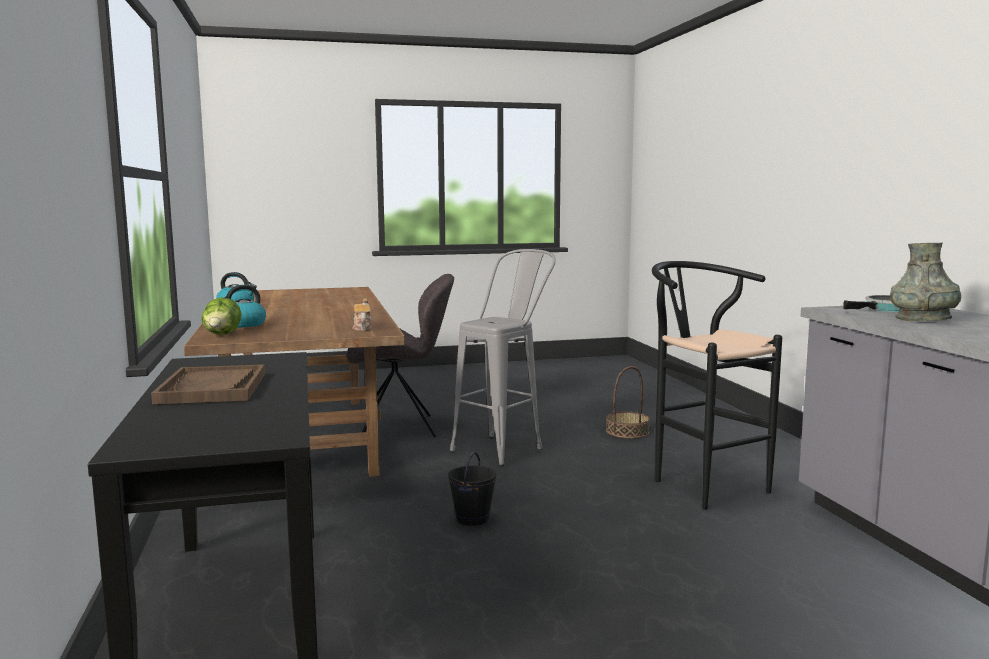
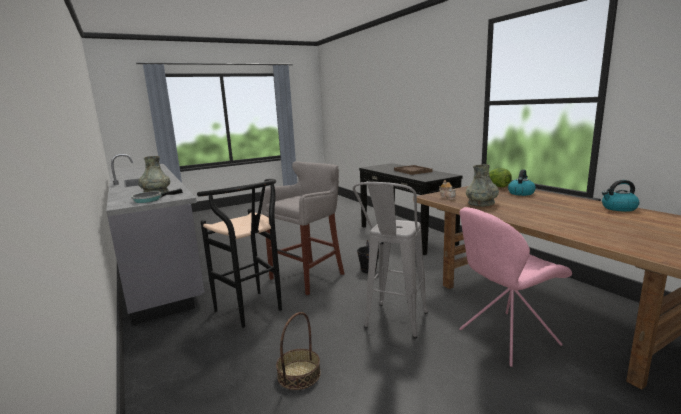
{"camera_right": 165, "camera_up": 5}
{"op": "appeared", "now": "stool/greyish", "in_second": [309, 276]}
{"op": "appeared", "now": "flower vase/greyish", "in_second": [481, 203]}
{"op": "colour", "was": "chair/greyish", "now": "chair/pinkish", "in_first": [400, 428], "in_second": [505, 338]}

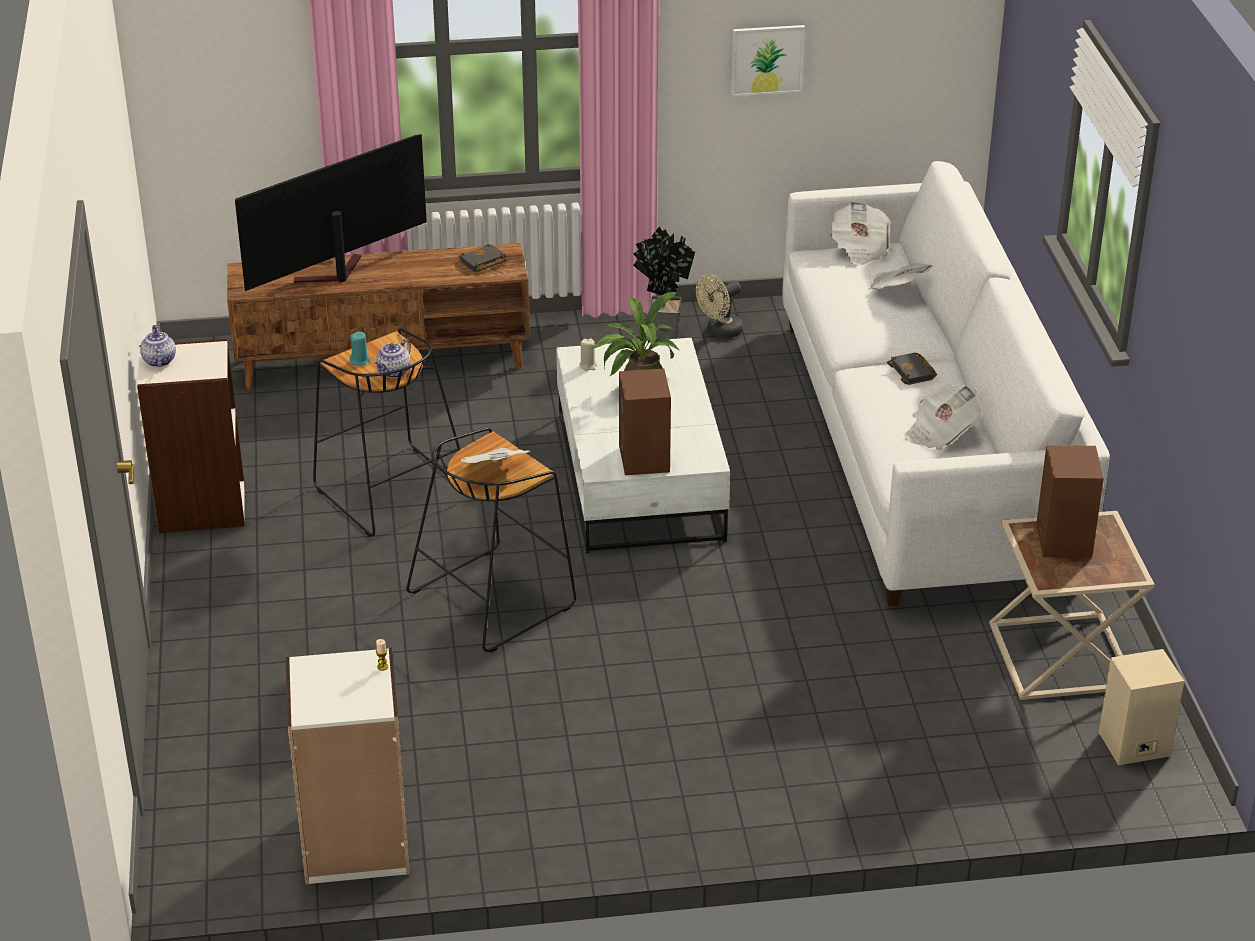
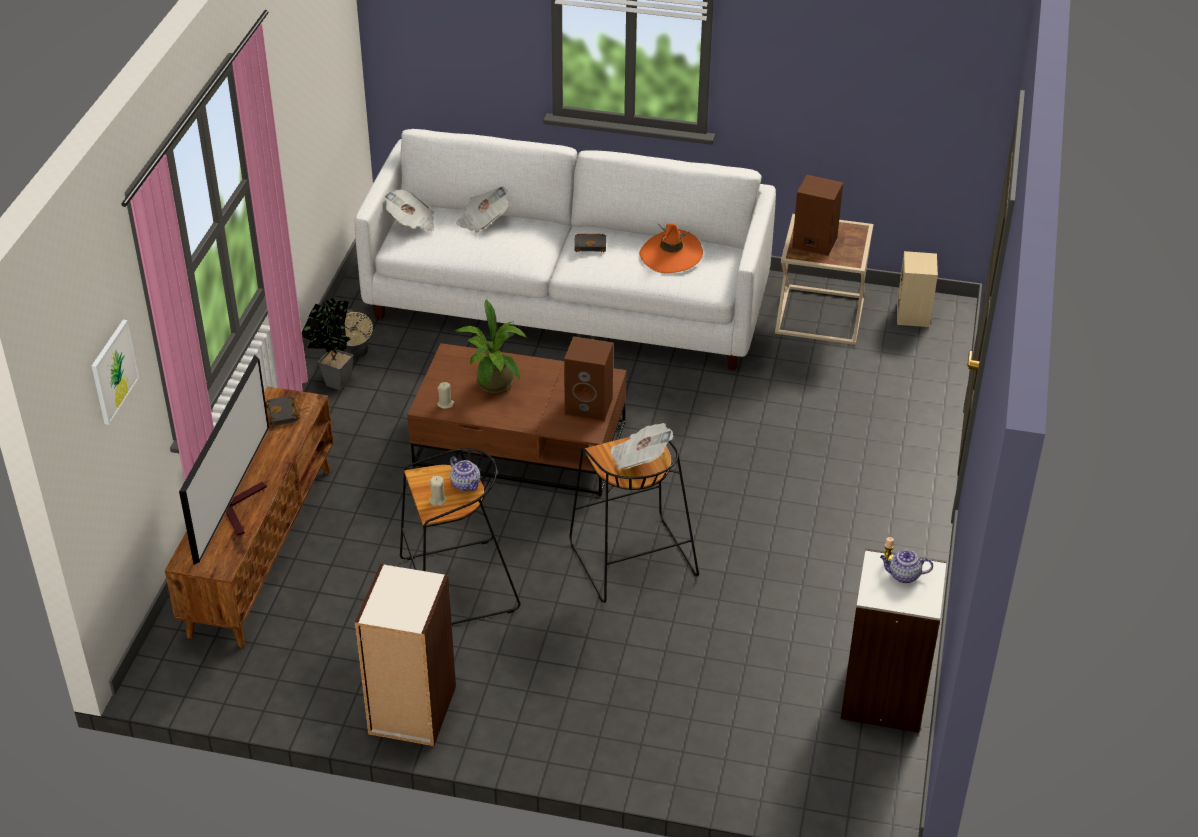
{"camera_right": -70, "camera_up": 5}
{"op": "relocated", "was": "pot for tea", "in_first": [159, 360], "in_second": [903, 575]}
{"op": "relocated", "was": "wall picture", "in_first": [767, 59], "in_second": [113, 371]}
{"op": "exchanged", "was": "printed paper", "now": "wearable hat/orange-coloured", "in_first": [940, 433], "in_second": [671, 255]}
{"op": "colour", "was": "wax candle/turquoise", "now": "wax candle/beige-coloured", "in_first": [360, 360], "in_second": [437, 500]}
{"op": "colour", "was": "low table/white", "now": "low table/brown-coloured", "in_first": [641, 477], "in_second": [521, 444]}
{"op": "spun", "was": "TV", "in_first": [333, 276], "in_second": [239, 506], "clockwise": -150}

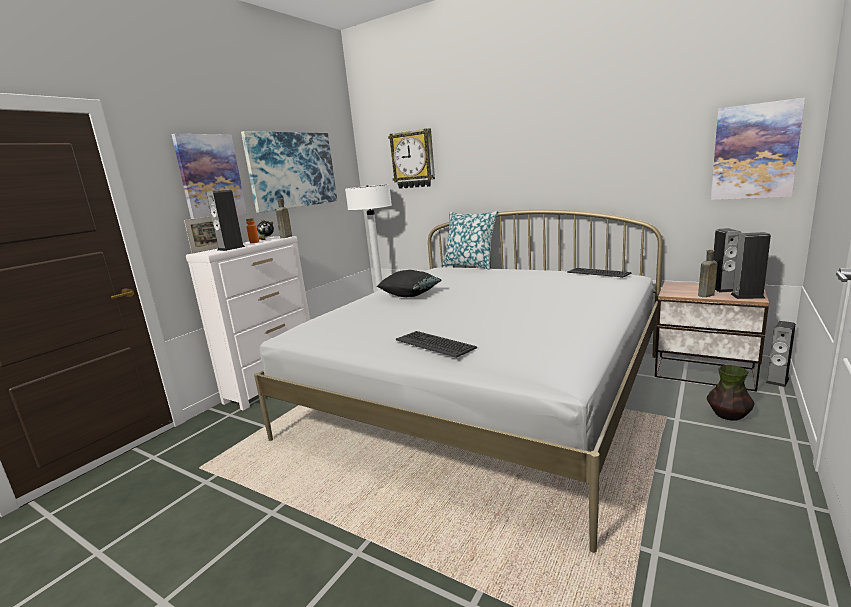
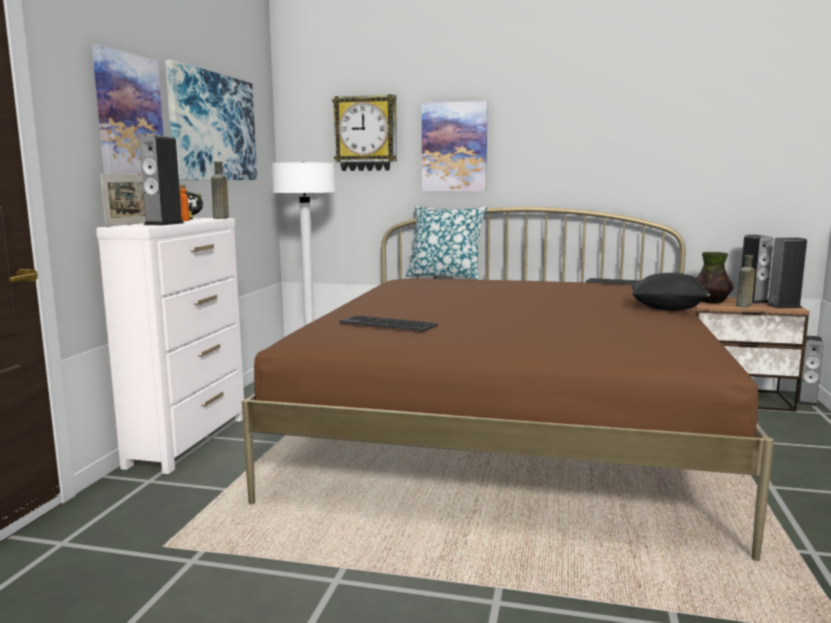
{"camera_right": -20, "camera_up": -5}
{"op": "relocated", "was": "pillow/blackish", "in_first": [410, 295], "in_second": [668, 309]}
{"op": "relocated", "was": "computer keyboard", "in_first": [435, 344], "in_second": [388, 324]}
{"op": "relocated", "was": "flower vase", "in_first": [728, 416], "in_second": [711, 302]}
{"op": "relocated", "was": "wall picture", "in_first": [754, 151], "in_second": [454, 147]}
{"op": "colour", "was": "bedroom bed/white", "now": "bedroom bed/brown-coloured", "in_first": [482, 394], "in_second": [508, 432]}

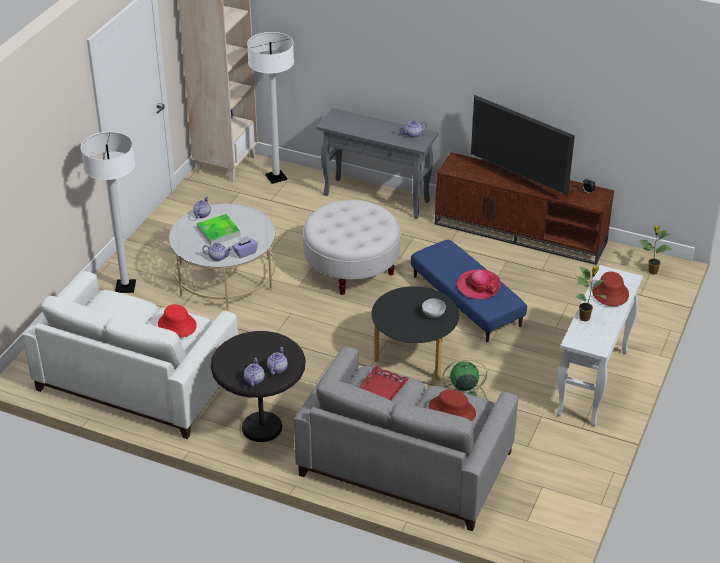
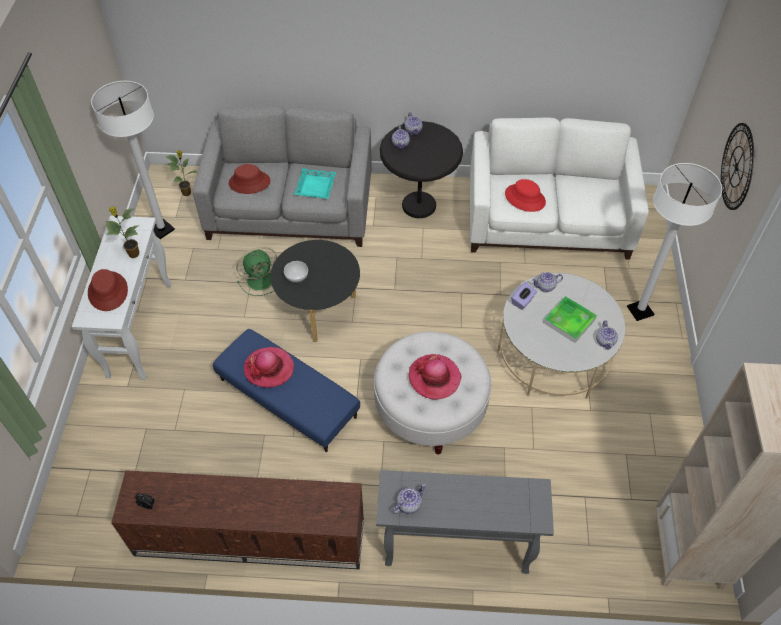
{"camera_right": 160, "camera_up": 15}
{"op": "missing", "was": "TV", "in_first": [518, 181]}
{"op": "appeared", "now": "wearable hat", "in_second": [434, 378]}
{"op": "appeared", "now": "hanging clock", "in_second": [737, 166]}
{"op": "relocated", "was": "floor lamp/white", "in_first": [276, 177], "in_second": [162, 230]}
{"op": "relocated", "was": "potted plant", "in_first": [652, 271], "in_second": [187, 192]}
{"op": "colour", "was": "carrying tray/red", "now": "carrying tray/turquoise", "in_first": [382, 388], "in_second": [315, 186]}

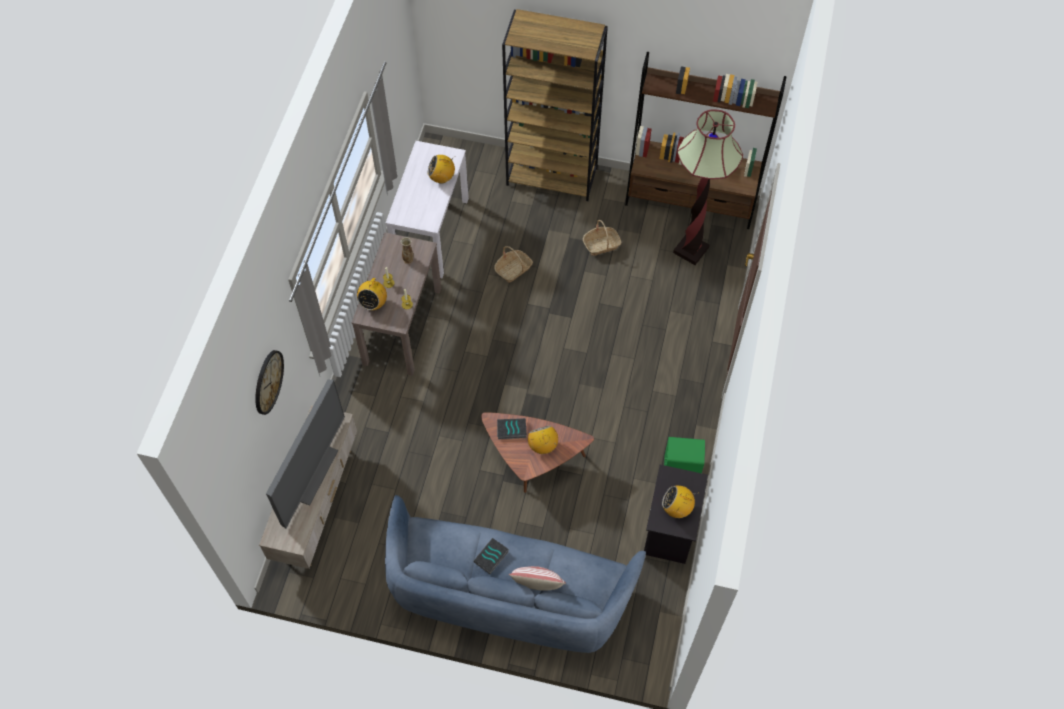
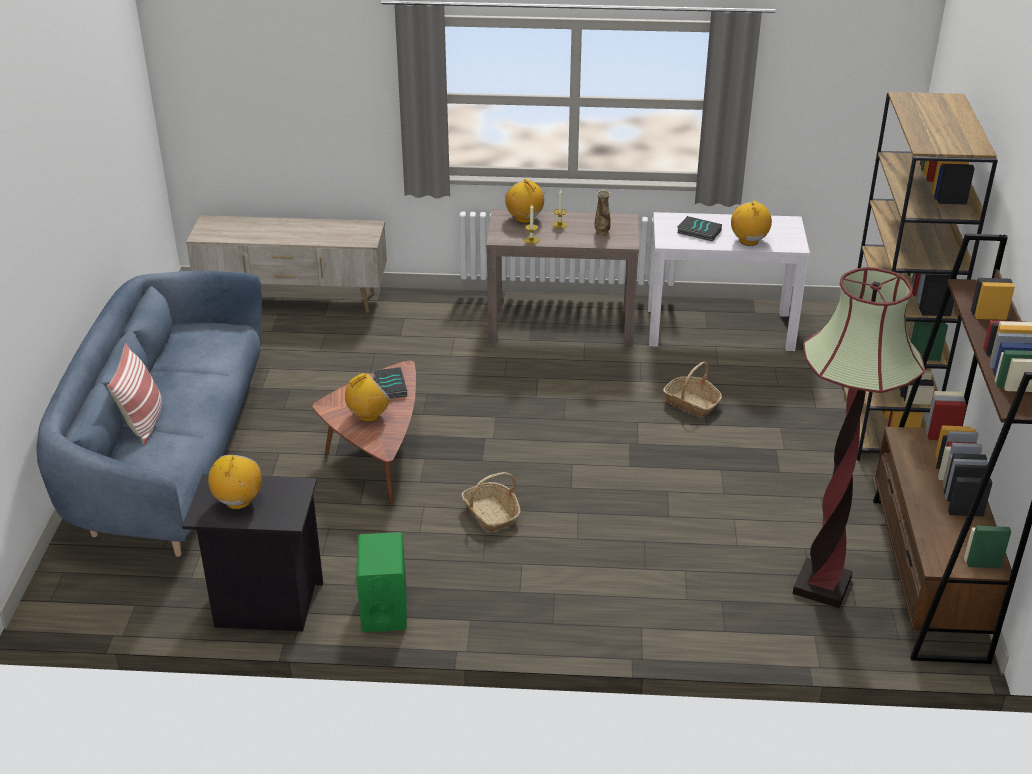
{"camera_right": 80, "camera_up": -25}
{"op": "missing", "was": "hanging clock", "in_first": [268, 382]}
{"op": "missing", "was": "TV", "in_first": [310, 471]}
{"op": "relocated", "was": "volume", "in_first": [491, 557], "in_second": [698, 232]}
{"op": "relocated", "was": "storage basket", "in_first": [601, 245], "in_second": [491, 514]}
{"op": "spun", "was": "radio receiver", "in_first": [373, 303], "in_second": [525, 219], "clockwise": 45}

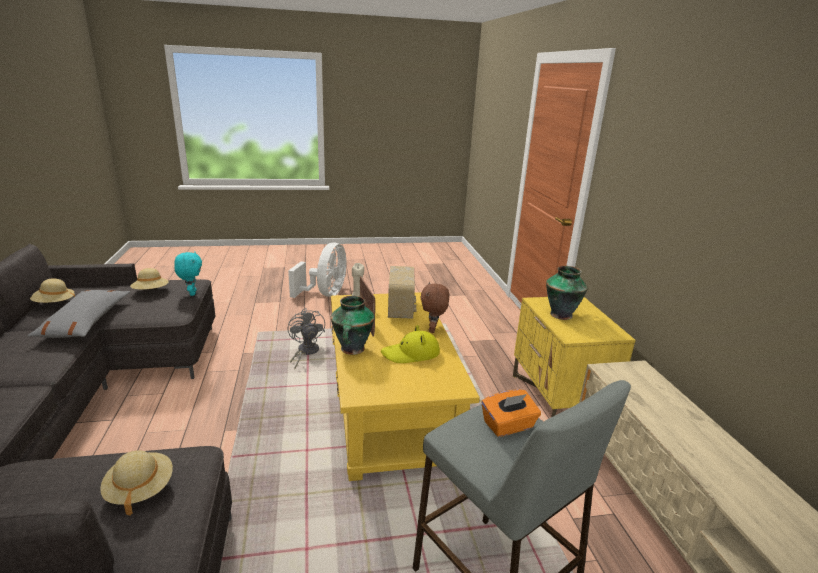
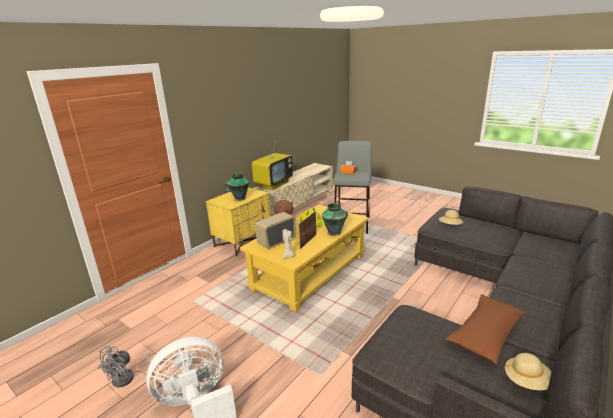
{"camera_right": -130, "camera_up": 0}
{"op": "missing", "was": "wearable hat/beige-coloured", "in_first": [151, 291]}
{"op": "missing", "was": "cuddly toy/turquoise", "in_first": [192, 293]}
{"op": "appeared", "now": "TV", "in_second": [273, 184]}
{"op": "relocated", "was": "fan/greyish", "in_first": [305, 352], "in_second": [129, 378]}
{"op": "colour", "was": "pillow/greyish", "now": "pillow/brown-coloured", "in_first": [85, 322], "in_second": [486, 333]}

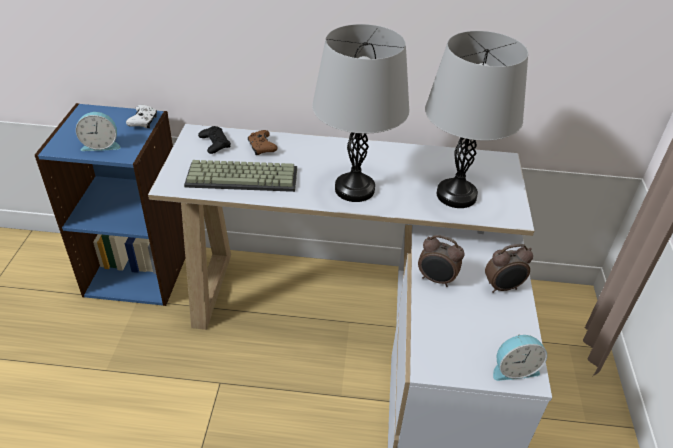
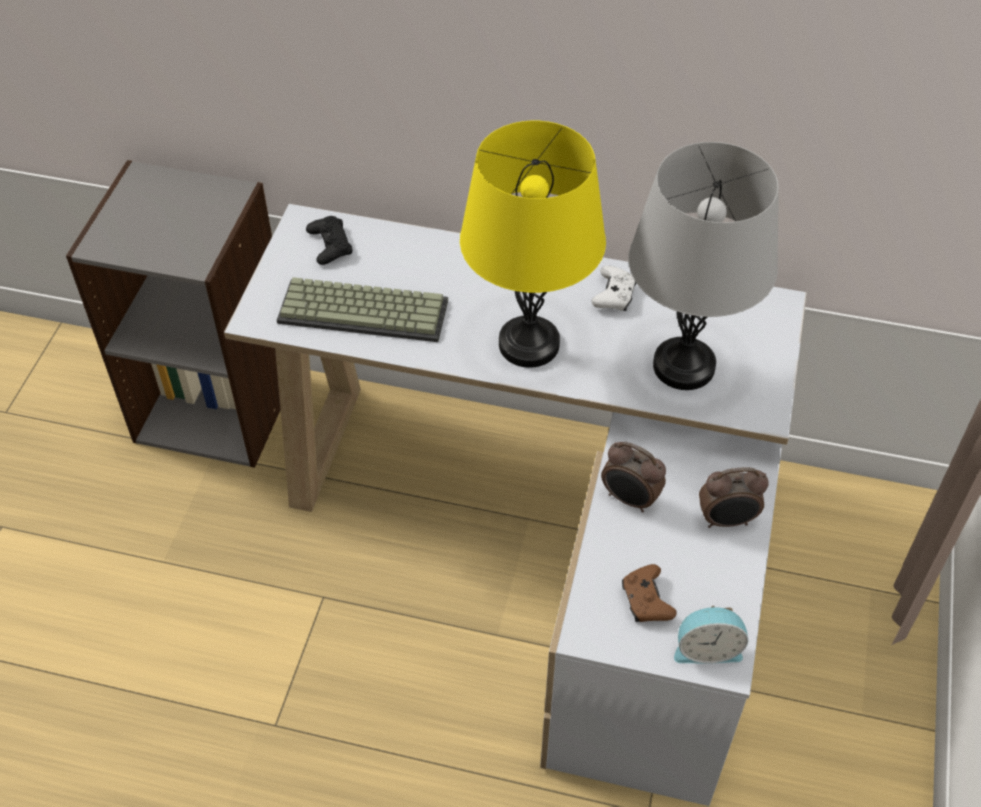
{"camera_right": 10, "camera_up": 10}
{"op": "missing", "was": "alarm clock", "in_first": [101, 145]}
{"op": "relocated", "was": "joypad/white", "in_first": [143, 122], "in_second": [614, 296]}
{"op": "relocated", "was": "joypad/brown-coloured", "in_first": [261, 148], "in_second": [646, 601]}
{"op": "colour", "was": "shelving unit/blue", "now": "shelving unit/greyish", "in_first": [138, 271], "in_second": [217, 405]}
{"op": "colour", "was": "lamp for a table/greyish", "now": "lamp for a table/yellowish", "in_first": [354, 189], "in_second": [529, 344]}

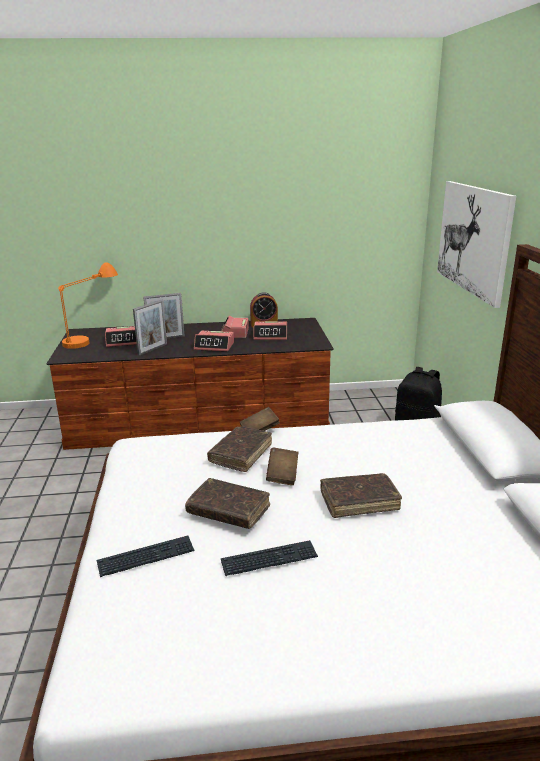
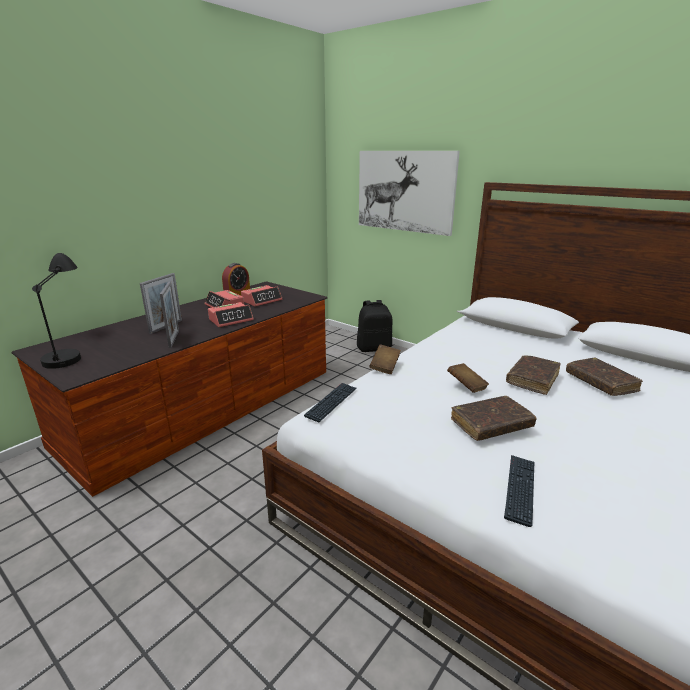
{"camera_right": -45, "camera_up": 0}
{"op": "missing", "was": "alarm clock", "in_first": [124, 341]}
{"op": "relocated", "was": "volume/brown-coloured", "in_first": [241, 454], "in_second": [600, 382]}
{"op": "relocated", "was": "computer keyboard", "in_first": [269, 559], "in_second": [331, 402]}
{"op": "colour", "was": "lamp for a table/orange-coloured", "now": "lamp for a table/blackish", "in_first": [92, 337], "in_second": [69, 349]}

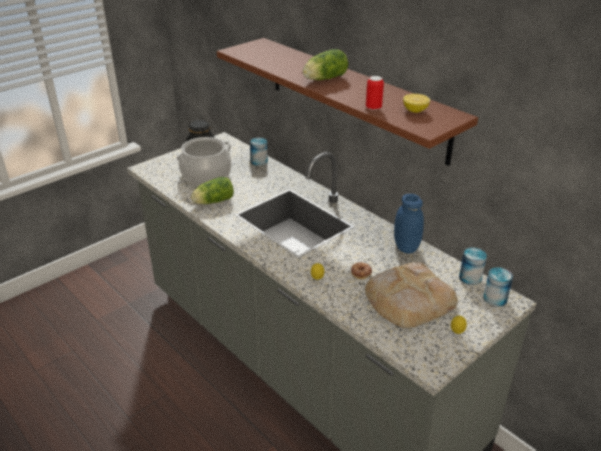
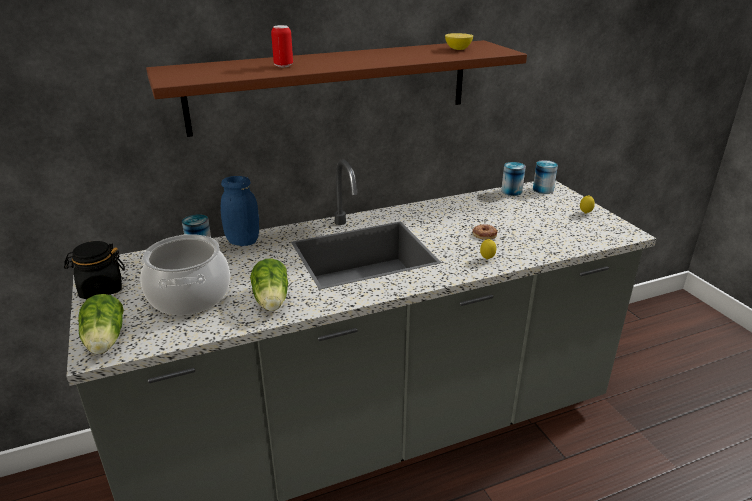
{"camera_right": -70, "camera_up": -5}
{"op": "missing", "was": "bakery bread", "in_first": [407, 299]}
{"op": "relocated", "was": "lettuce head", "in_first": [323, 79], "in_second": [104, 341]}
{"op": "relocated", "was": "sealed can", "in_first": [373, 108], "in_second": [283, 66]}
{"op": "relocated", "was": "jar/blue", "in_first": [406, 247], "in_second": [243, 241]}

